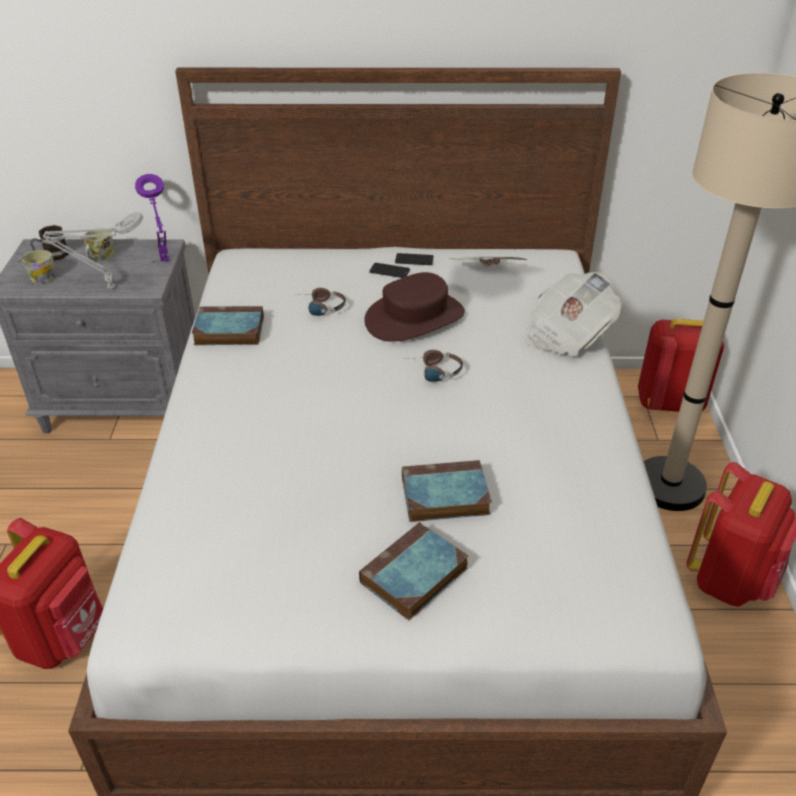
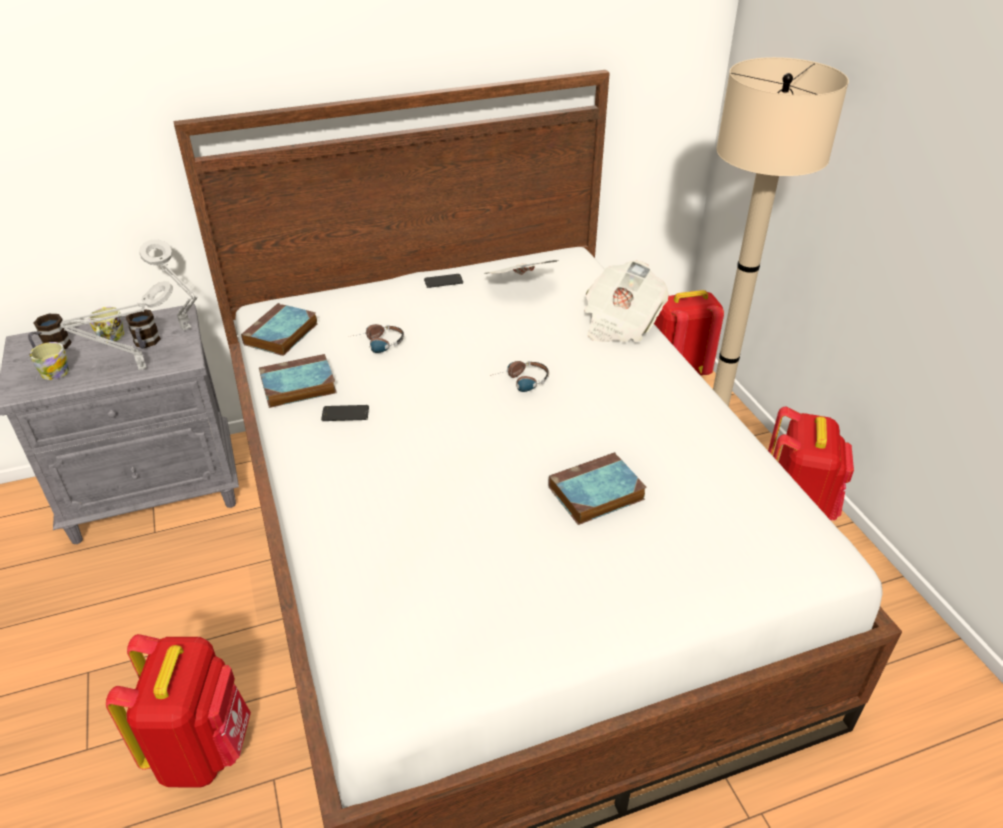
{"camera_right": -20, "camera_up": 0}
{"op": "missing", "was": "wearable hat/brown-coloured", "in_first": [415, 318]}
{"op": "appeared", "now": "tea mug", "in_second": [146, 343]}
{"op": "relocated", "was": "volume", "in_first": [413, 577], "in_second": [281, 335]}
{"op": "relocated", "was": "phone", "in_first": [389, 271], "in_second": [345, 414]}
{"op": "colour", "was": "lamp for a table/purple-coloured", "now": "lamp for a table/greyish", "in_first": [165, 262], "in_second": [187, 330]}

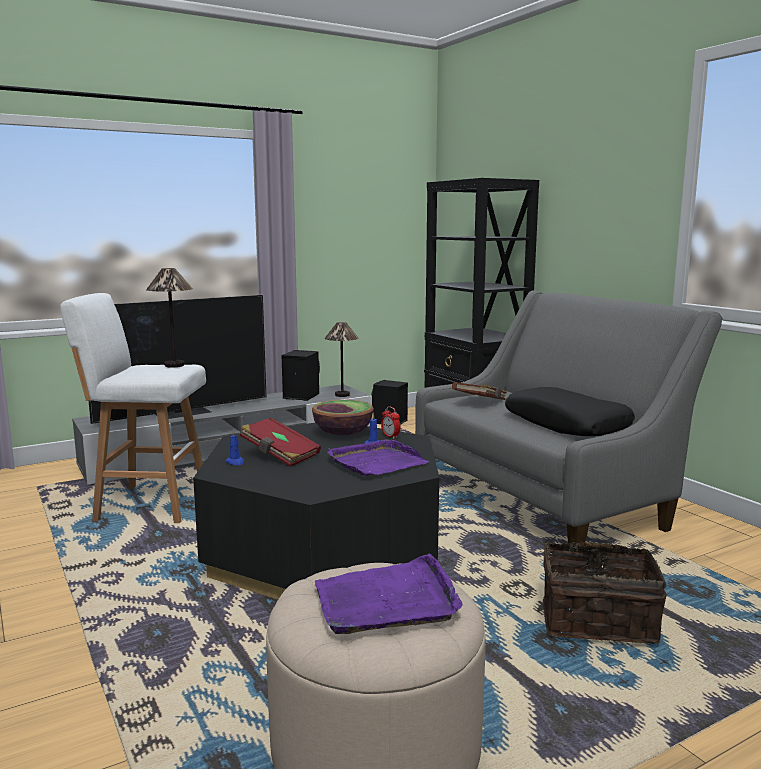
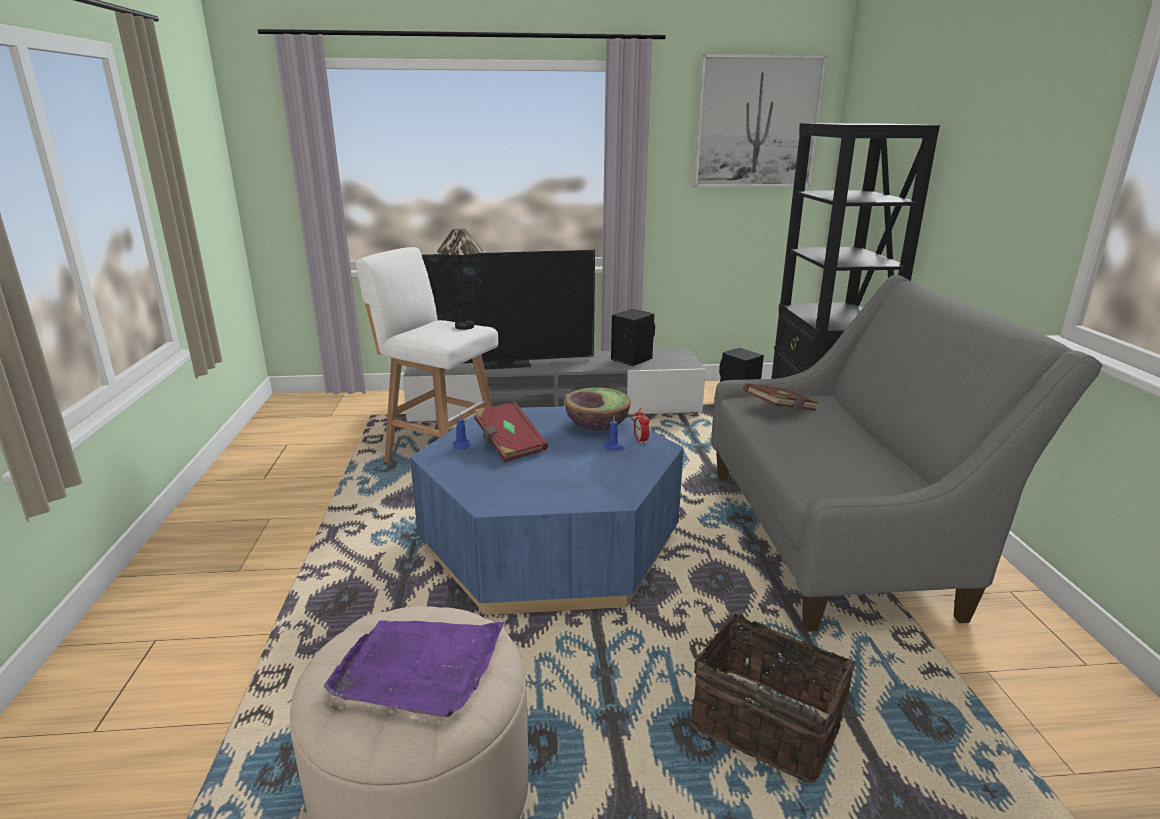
{"camera_right": 25, "camera_up": 10}
{"op": "missing", "was": "lamp for a table", "in_first": [342, 395]}
{"op": "missing", "was": "carrying tray/purple-coloured", "in_first": [376, 462]}
{"op": "missing", "was": "pillow/blackish", "in_first": [566, 424]}
{"op": "appeared", "now": "wall picture", "in_second": [757, 123]}
{"op": "colour", "was": "low table/blackish", "now": "low table/blue", "in_first": [323, 549], "in_second": [550, 544]}

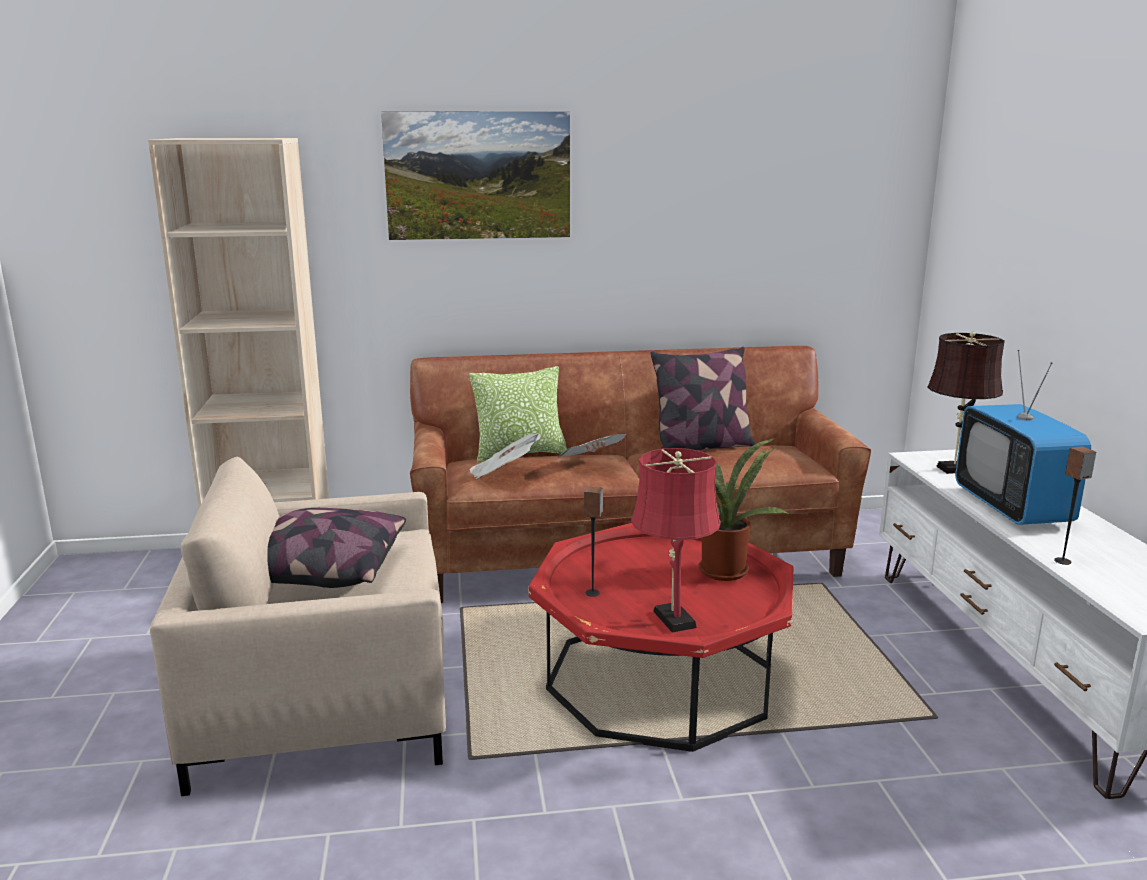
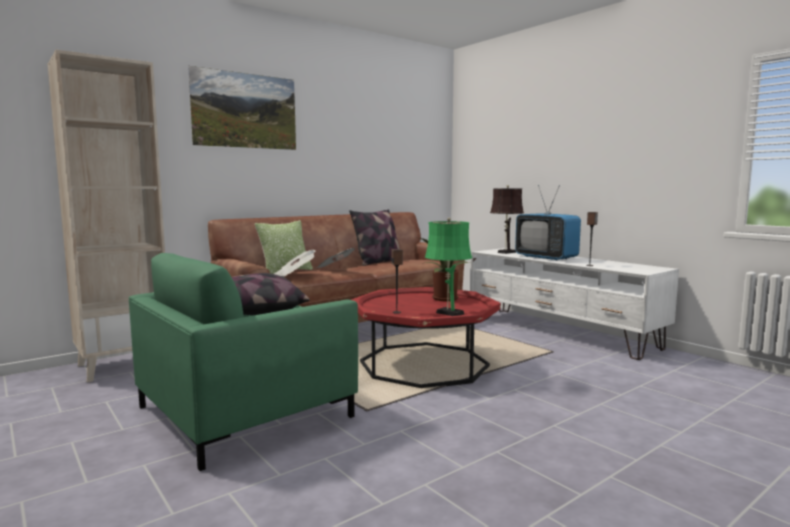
{"camera_right": -30, "camera_up": -10}
{"op": "colour", "was": "easy chair/beige-coloured", "now": "easy chair/green-coloured", "in_first": [323, 702], "in_second": [244, 411]}
{"op": "colour", "was": "lamp for a table/red", "now": "lamp for a table/green-coloured", "in_first": [672, 617], "in_second": [447, 313]}

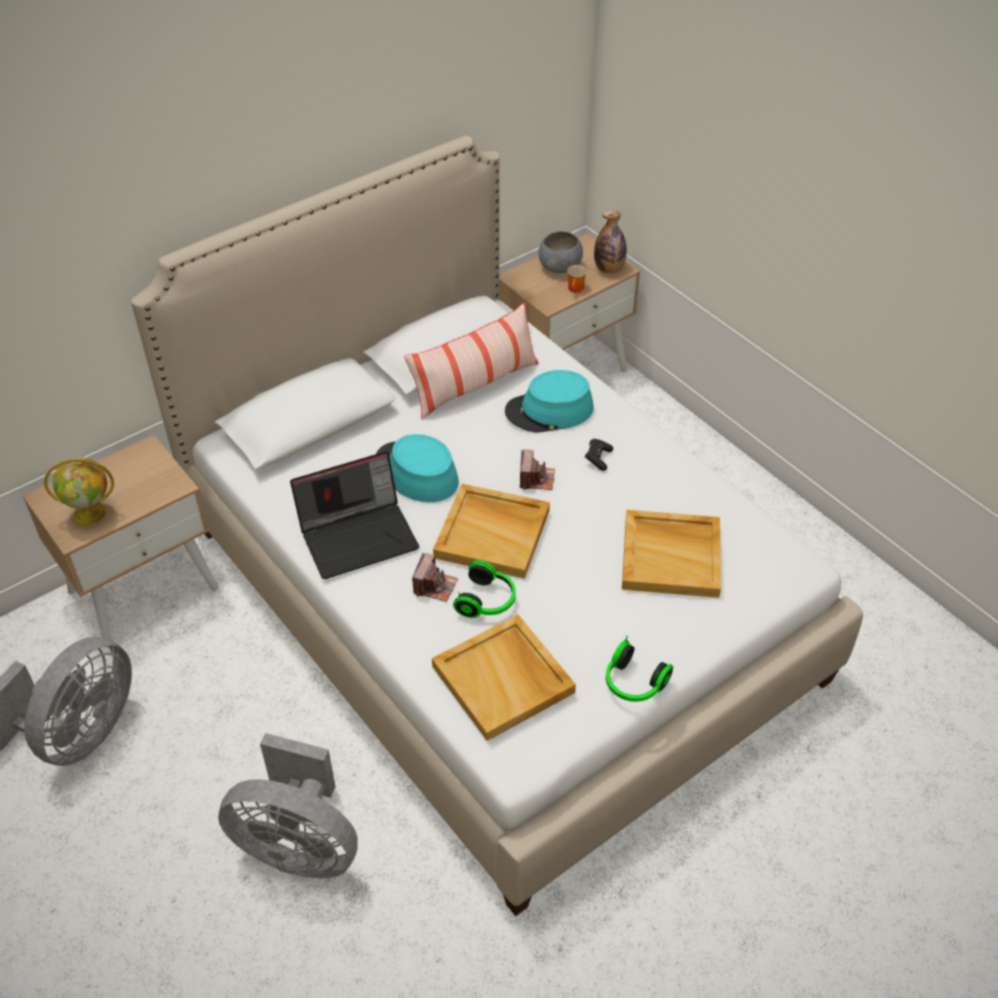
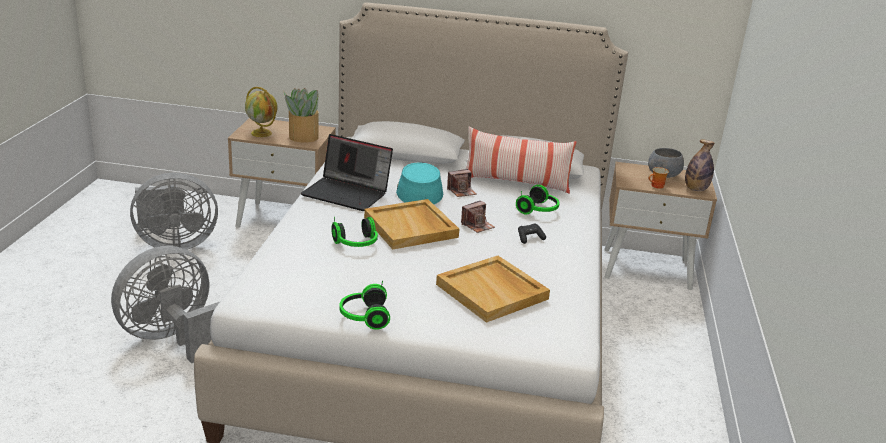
{"camera_right": 45, "camera_up": -20}
{"op": "missing", "was": "carrying tray/beige-coloured", "in_first": [504, 680]}
{"op": "appeared", "now": "potted plant", "in_second": [303, 137]}
{"op": "relocated", "was": "still camera", "in_first": [435, 586], "in_second": [461, 191]}
{"op": "exchanged", "was": "wearable hat/turquoise", "now": "headset", "in_first": [549, 411], "in_second": [539, 210]}
{"op": "spun", "was": "fan/greyish", "in_first": [299, 846], "in_second": [175, 339], "clockwise": 75}

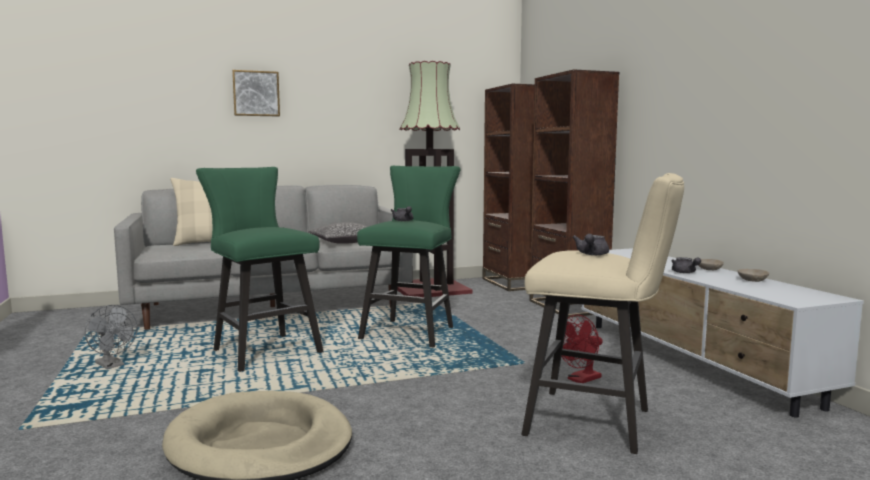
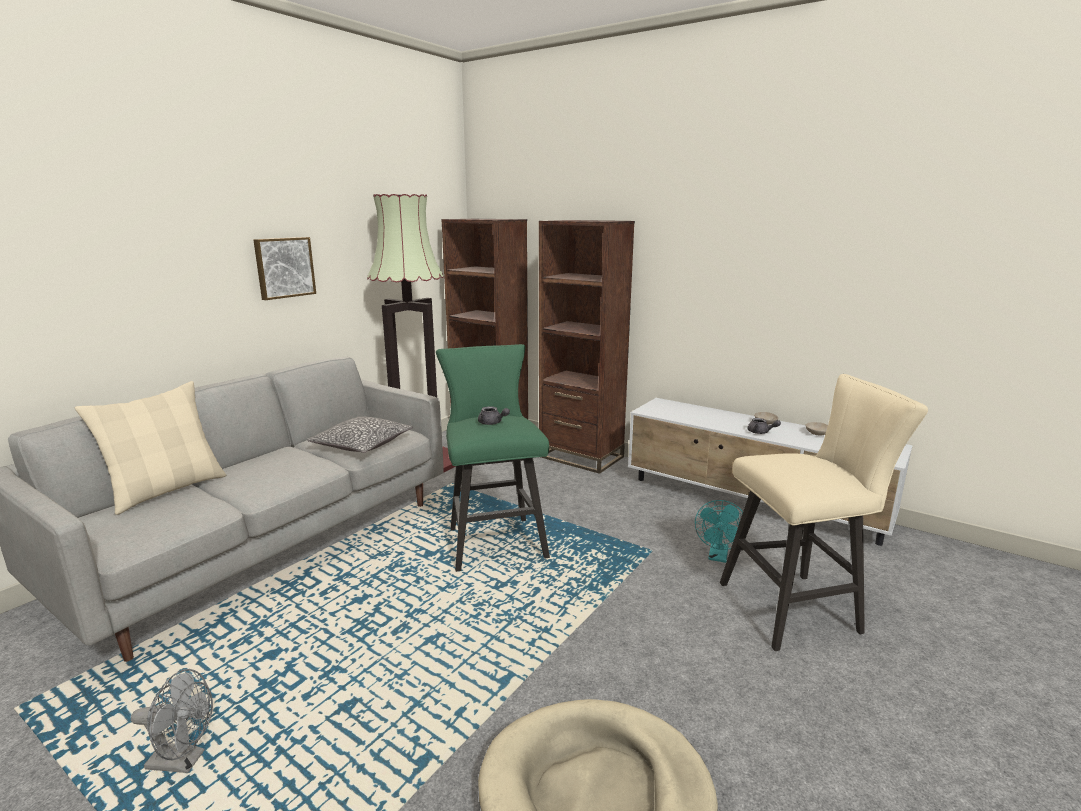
{"camera_right": -35, "camera_up": 10}
{"op": "missing", "was": "stool/green-coloured", "in_first": [262, 350]}
{"op": "missing", "was": "pot for tea/greyish", "in_first": [591, 254]}
{"op": "relocated", "was": "wall picture", "in_first": [256, 93], "in_second": [284, 267]}
{"op": "colour", "was": "fan/red", "now": "fan/turquoise", "in_first": [581, 380], "in_second": [718, 557]}

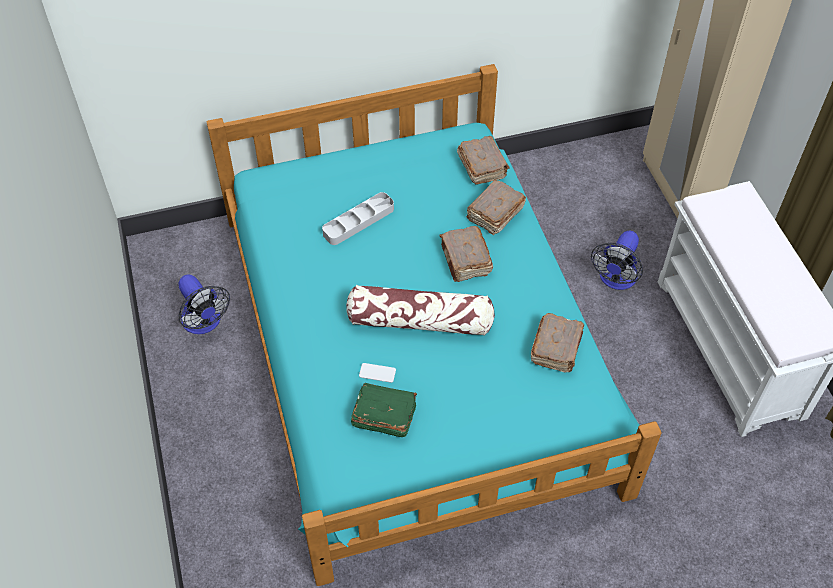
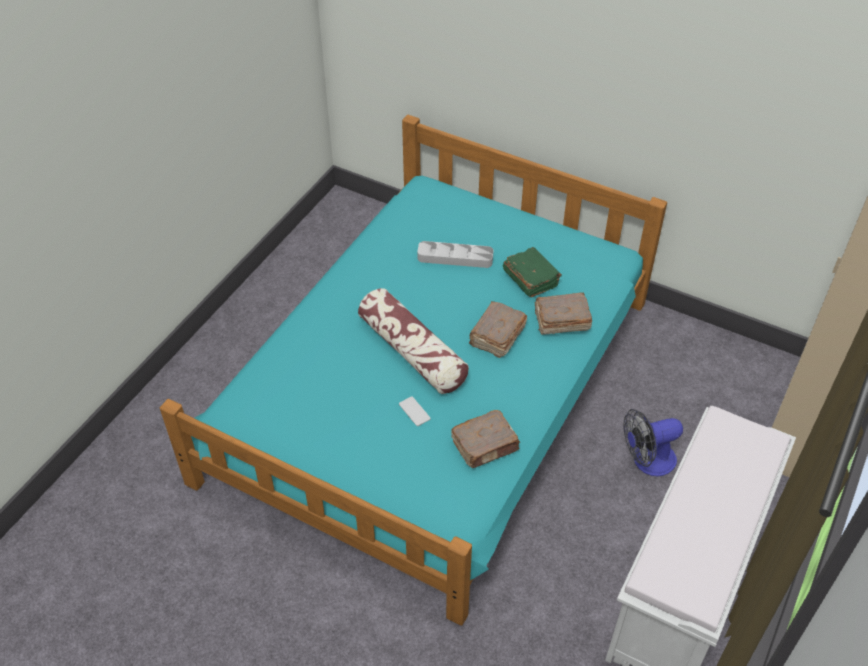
{"camera_right": 45, "camera_up": -5}
{"op": "missing", "was": "fan", "in_first": [204, 323]}
{"op": "missing", "was": "volume/brown-coloured", "in_first": [482, 166]}
{"op": "relocated", "was": "volume/green-coloured", "in_first": [383, 416], "in_second": [530, 279]}
{"op": "relocated", "was": "phone", "in_first": [377, 373], "in_second": [414, 411]}

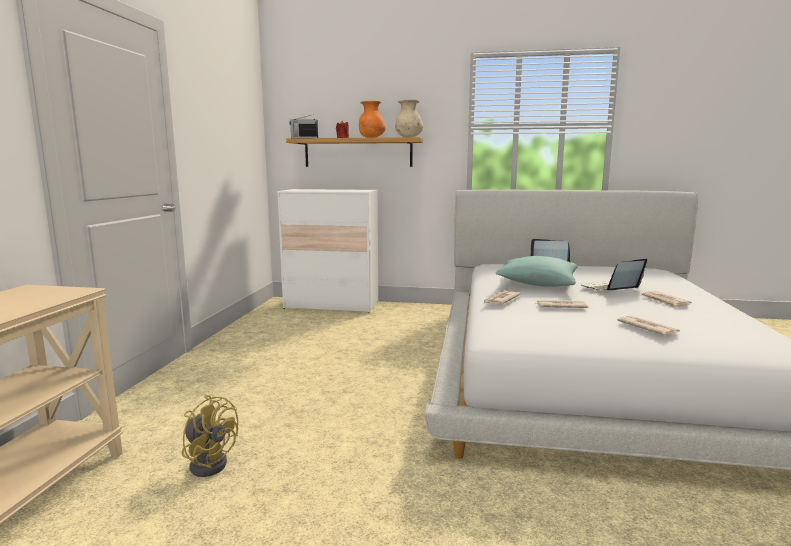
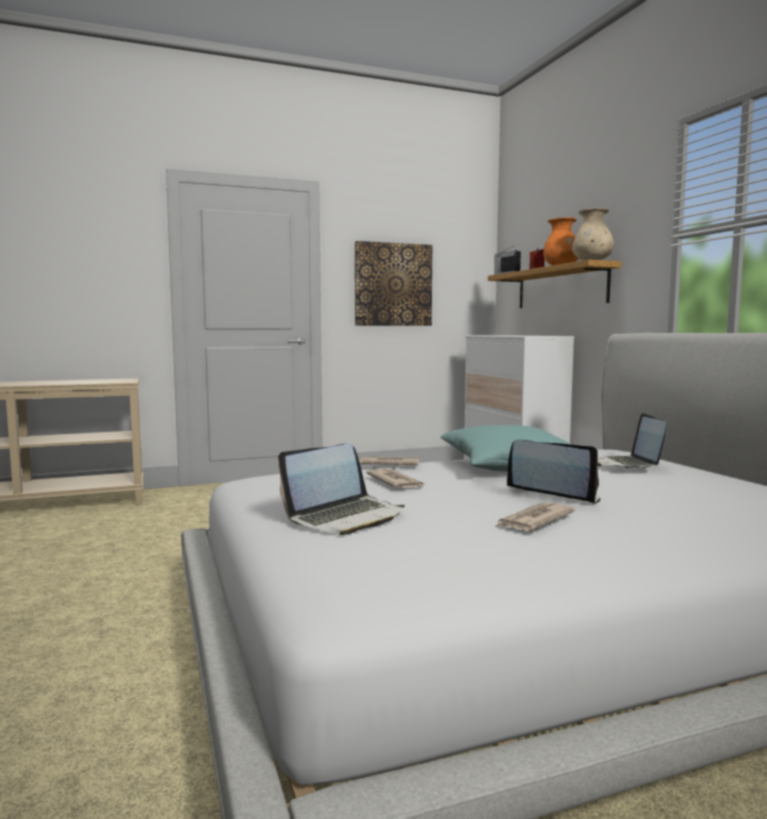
{"camera_right": 60, "camera_up": -5}
{"op": "missing", "was": "fan/yellowish", "in_first": [209, 462]}
{"op": "appeared", "now": "wall picture", "in_second": [393, 284]}
{"op": "exchanged", "was": "printed paper", "now": "notebook computer", "in_first": [647, 328], "in_second": [345, 517]}

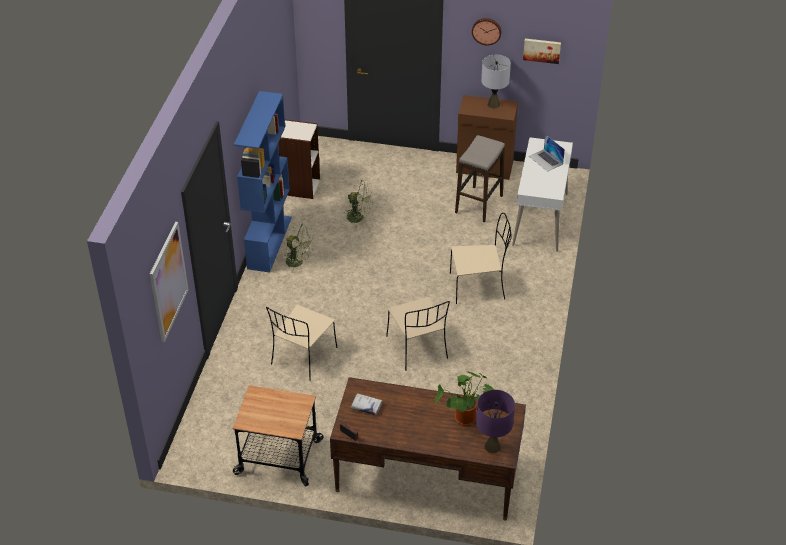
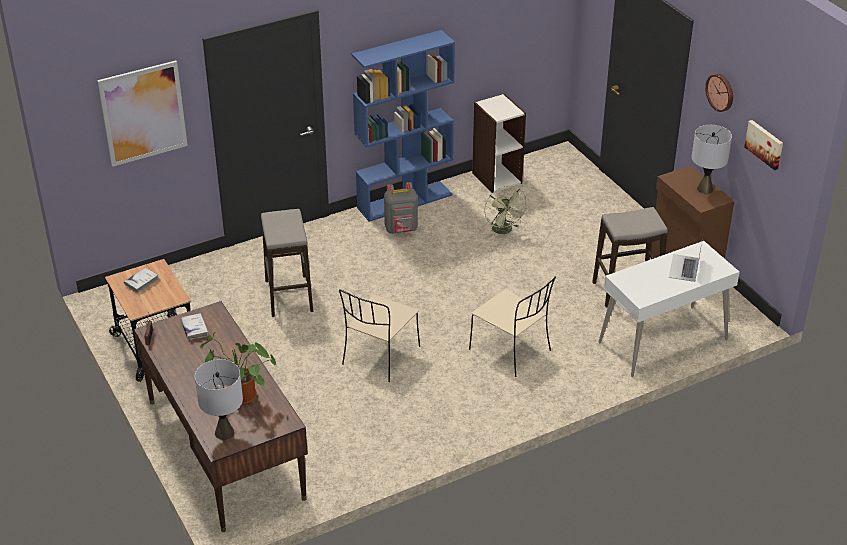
{"camera_right": 50, "camera_up": -5}
{"op": "appeared", "now": "volume/white", "in_second": [142, 282]}
{"op": "exchanged", "was": "chair/beige-coloured", "now": "stool", "in_first": [303, 357], "in_second": [288, 296]}
{"op": "exchanged", "was": "fan/green-coloured", "now": "knapsack/greyish", "in_first": [298, 262], "in_second": [401, 229]}
{"op": "colour", "was": "lamp for a table/purple-coloured", "now": "lamp for a table/greyish", "in_first": [492, 446], "in_second": [224, 432]}

